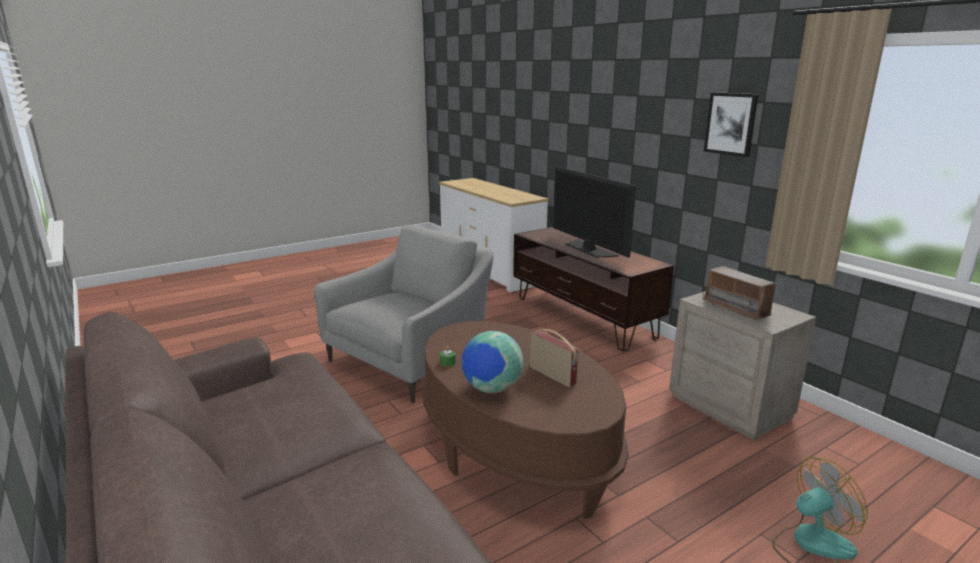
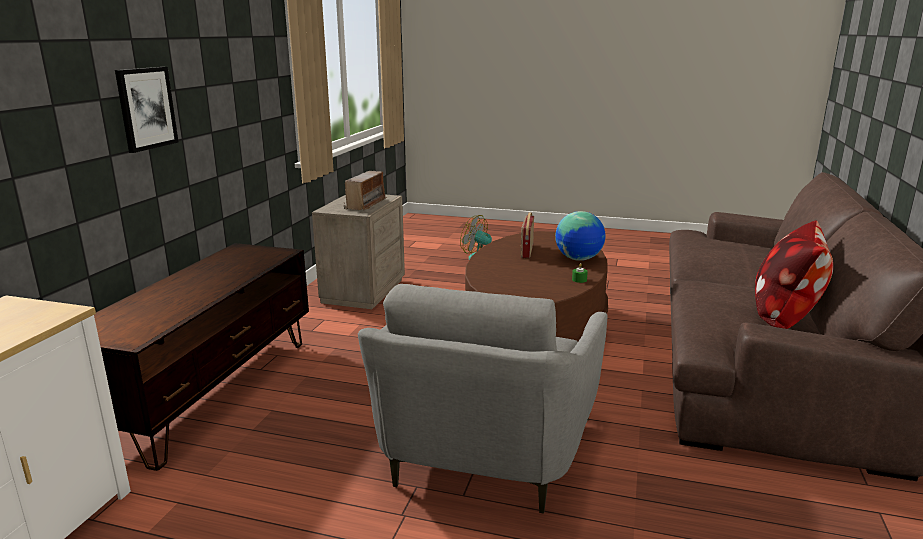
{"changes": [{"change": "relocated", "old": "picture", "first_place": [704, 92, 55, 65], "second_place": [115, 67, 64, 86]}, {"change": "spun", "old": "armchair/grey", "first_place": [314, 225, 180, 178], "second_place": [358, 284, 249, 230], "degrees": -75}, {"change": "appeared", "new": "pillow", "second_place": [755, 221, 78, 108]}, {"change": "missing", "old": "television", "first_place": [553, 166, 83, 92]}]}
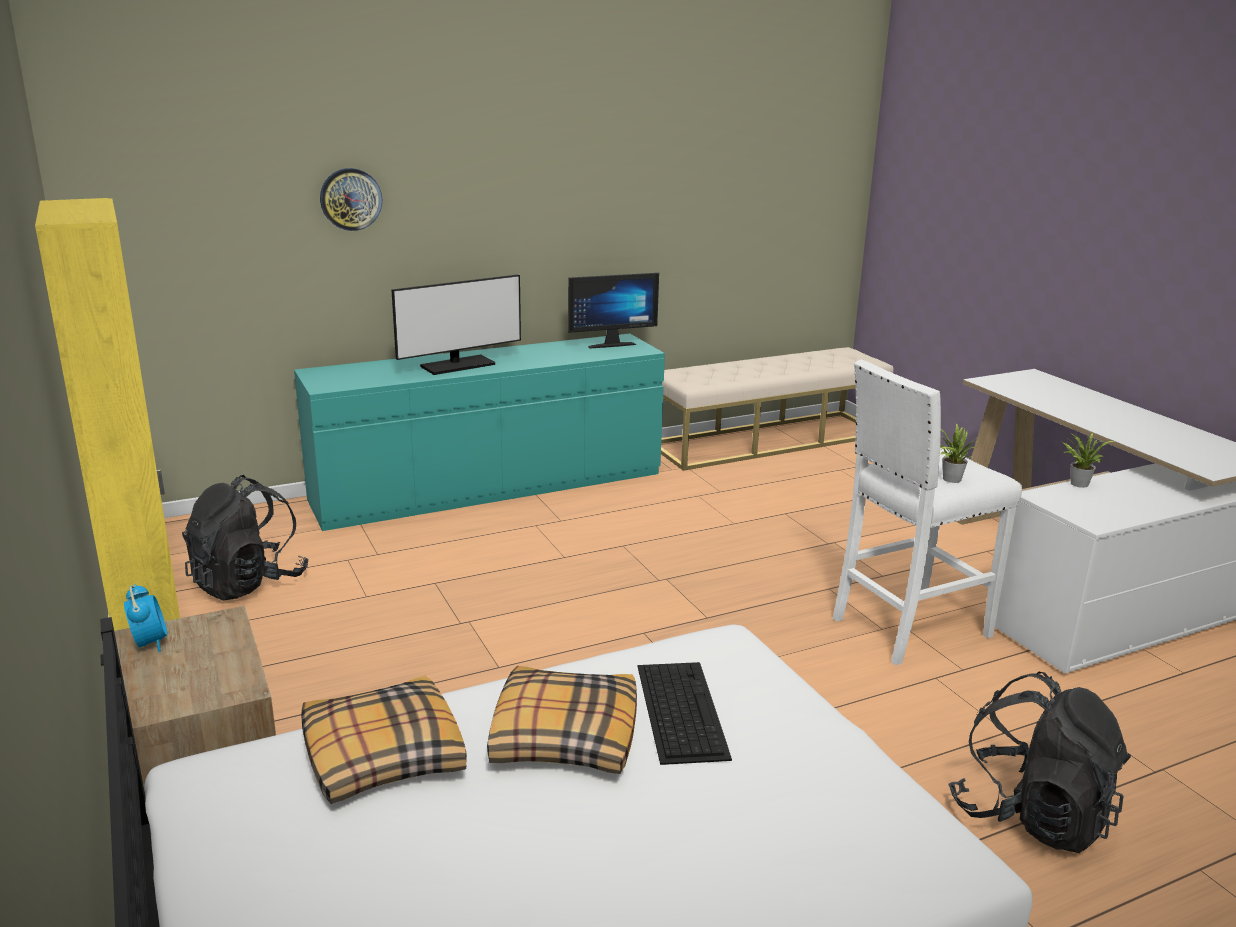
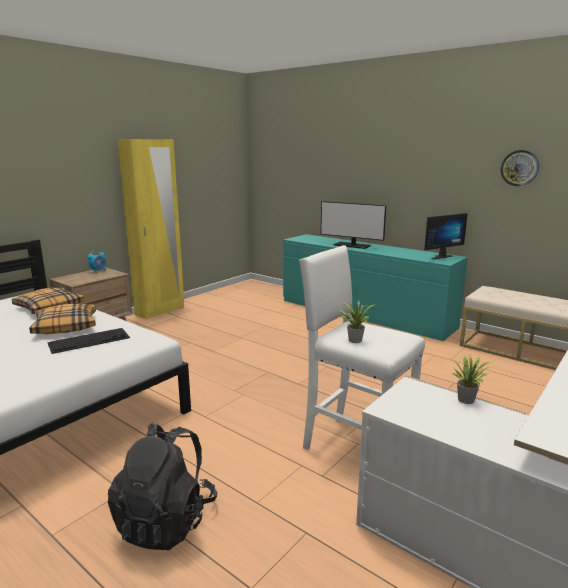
{"changes": [{"change": "spun", "old": "monitor", "first_place": [568, 273, 91, 75], "second_place": [424, 213, 44, 47], "degrees": -75}, {"change": "relocated", "old": "wall clock", "first_place": [320, 168, 62, 63], "second_place": [501, 150, 38, 36]}, {"change": "missing", "old": "backpack/black", "first_place": [182, 475, 126, 126]}]}
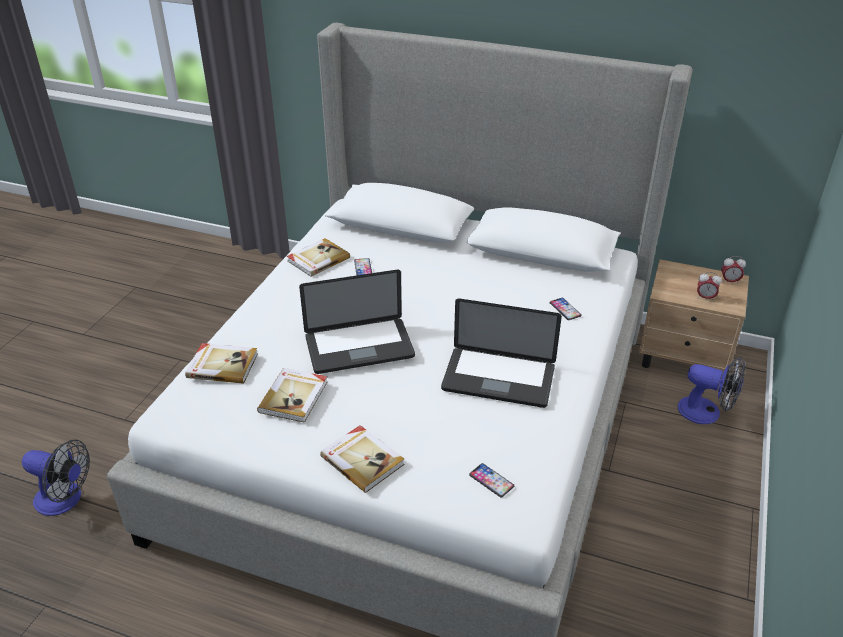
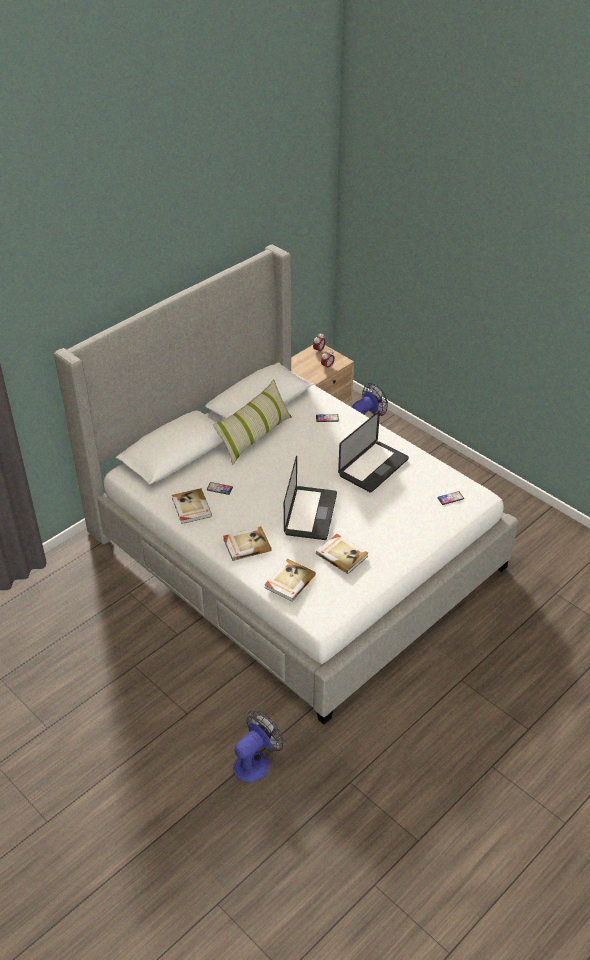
{"changes": [{"change": "appeared", "new": "pillow", "second_place": [213, 379, 79, 85]}, {"change": "relocated", "old": "book", "first_place": [320, 425, 85, 68], "second_place": [223, 526, 49, 35]}]}
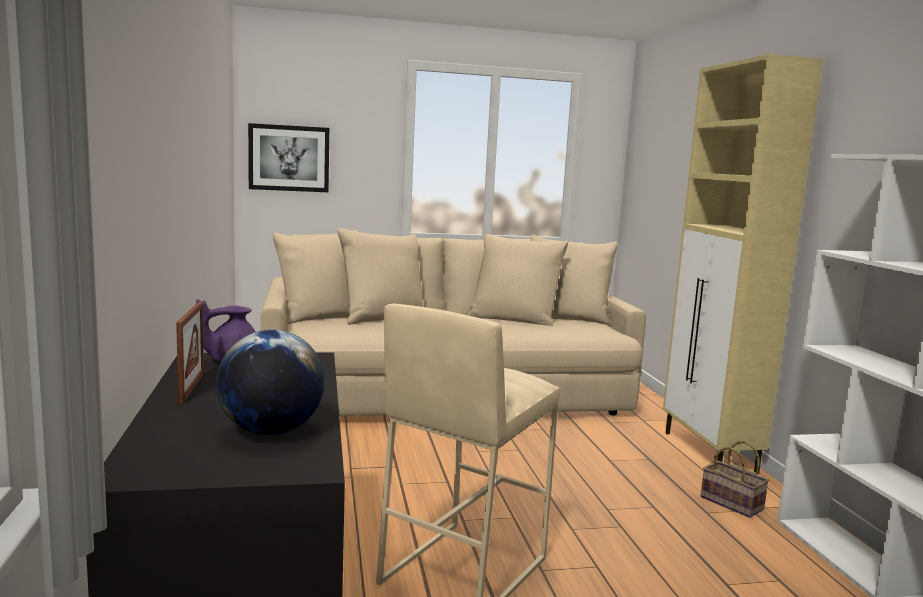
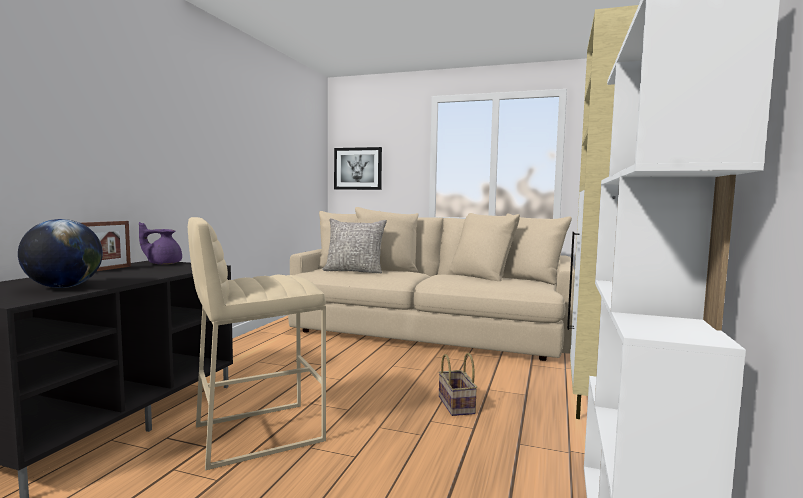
{"changes": [{"change": "appeared", "new": "pillow/grey", "second_place": [322, 218, 65, 55]}, {"change": "relocated", "old": "basket", "first_place": [701, 441, 68, 77], "second_place": [438, 353, 39, 63]}]}
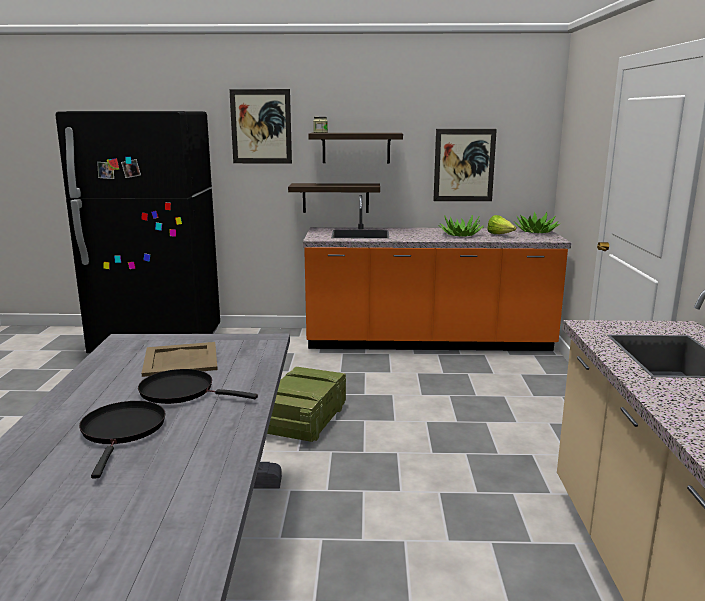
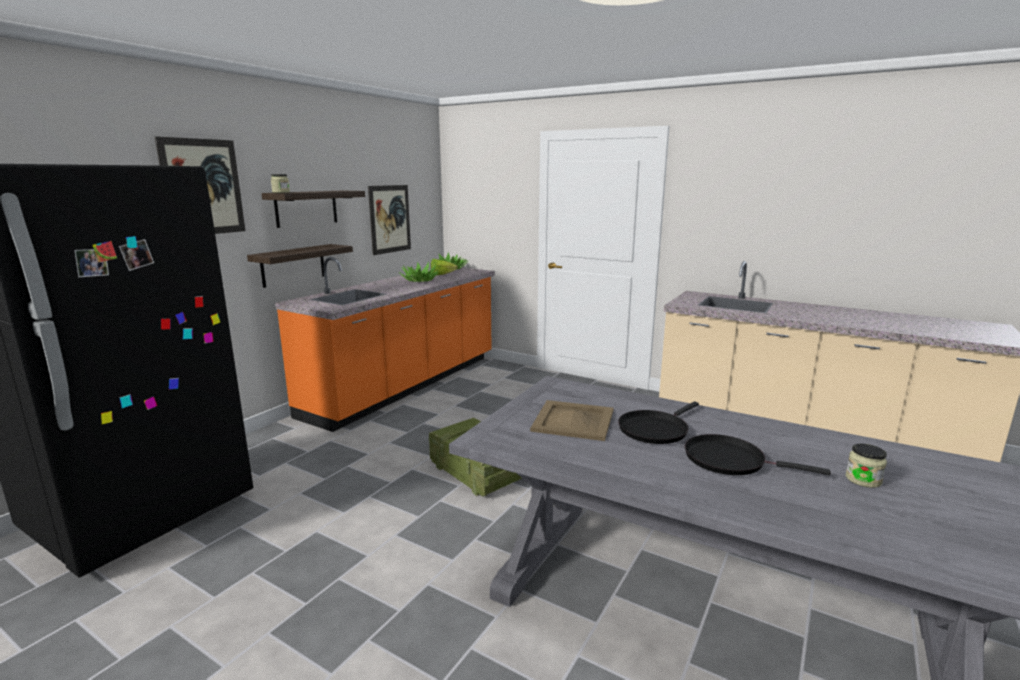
{"changes": [{"change": "appeared", "new": "jar", "second_place": [846, 444, 41, 44]}]}
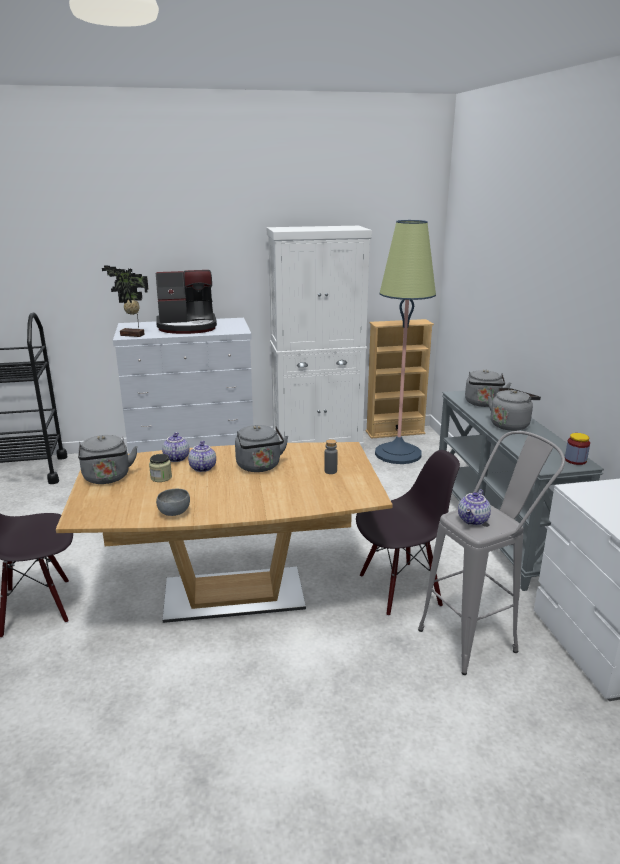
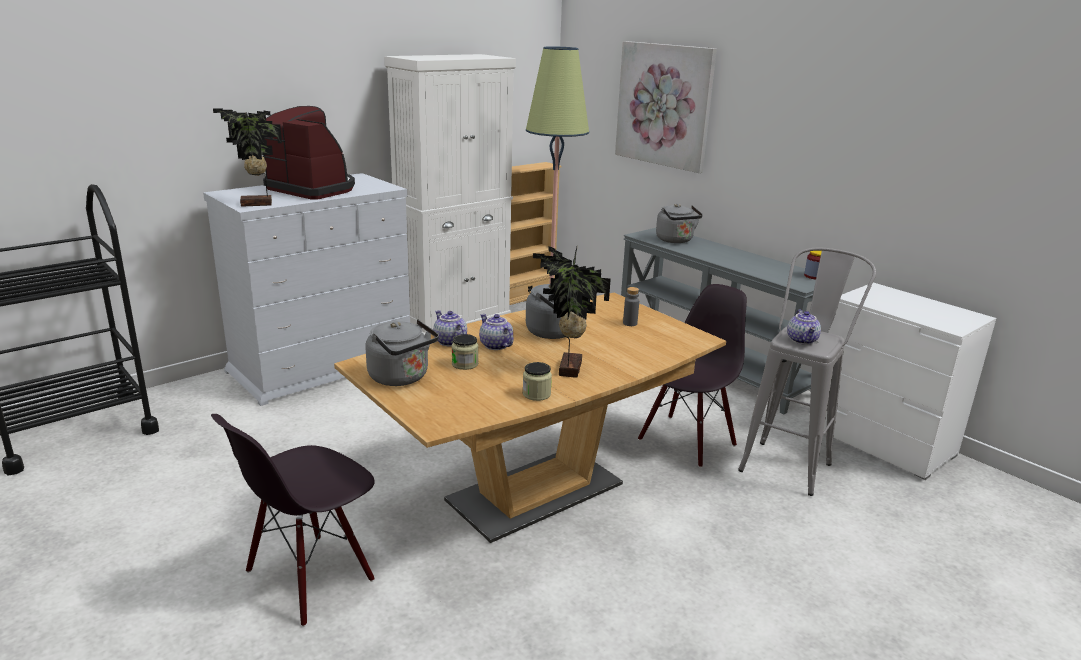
{"changes": [{"change": "spun", "old": "coffee machine", "first_place": [156, 270, 61, 64], "second_place": [263, 106, 92, 94], "degrees": -105}, {"change": "exchanged", "old": "bowl/grey", "new": "jar", "first_place": [156, 489, 34, 27], "second_place": [523, 362, 29, 39]}, {"change": "appeared", "new": "potted plant", "second_place": [533, 246, 78, 132]}, {"change": "appeared", "new": "picture", "second_place": [615, 41, 102, 132]}, {"change": "missing", "old": "kettle/grey", "first_place": [488, 388, 53, 43]}]}
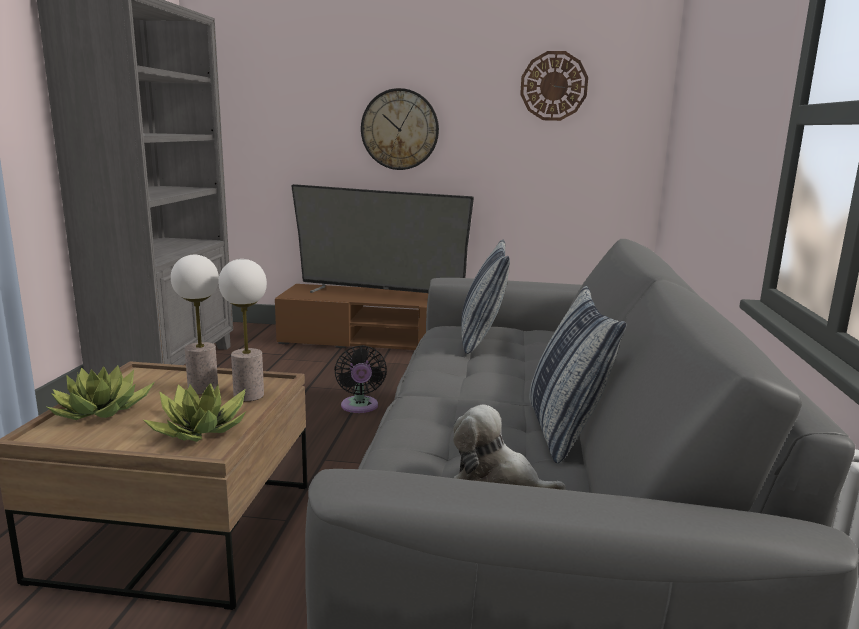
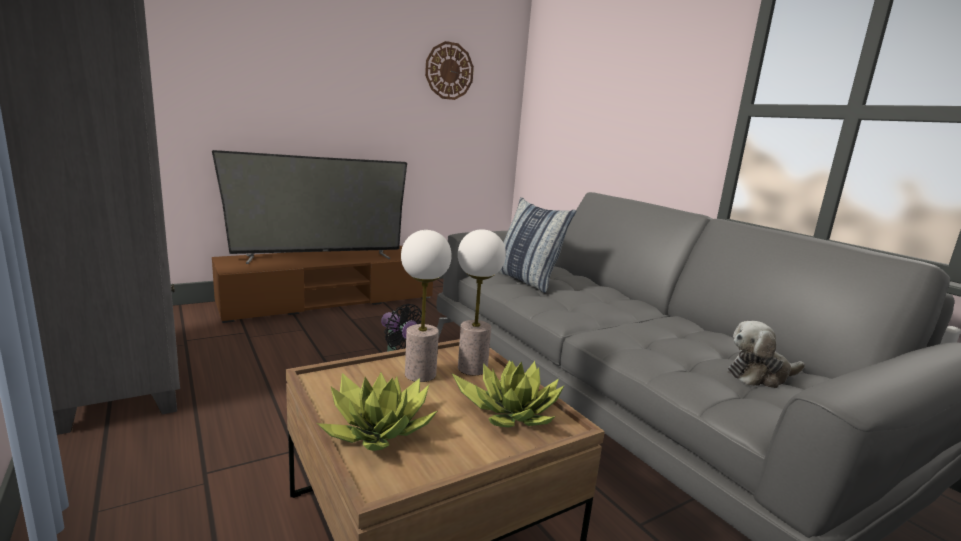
{"changes": [{"change": "missing", "old": "wall clock", "first_place": [361, 88, 78, 82]}, {"change": "missing", "old": "pillow", "first_place": [529, 286, 97, 178]}]}
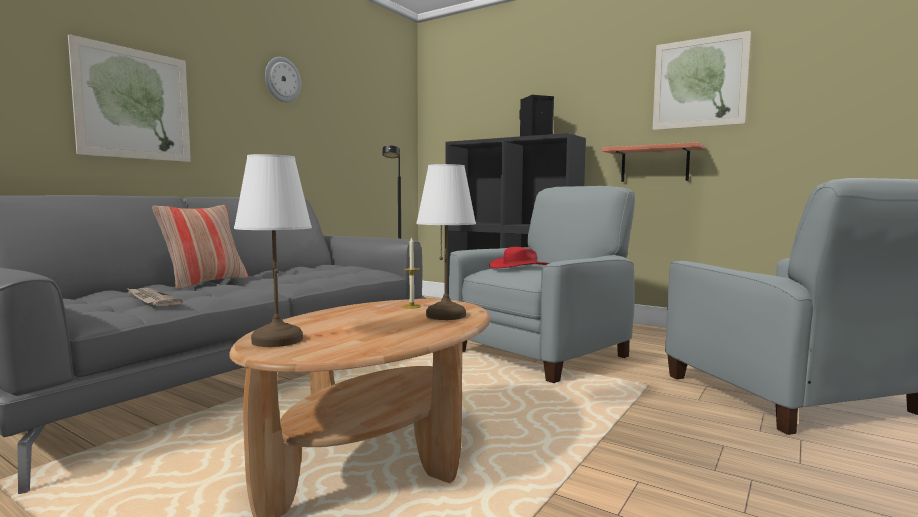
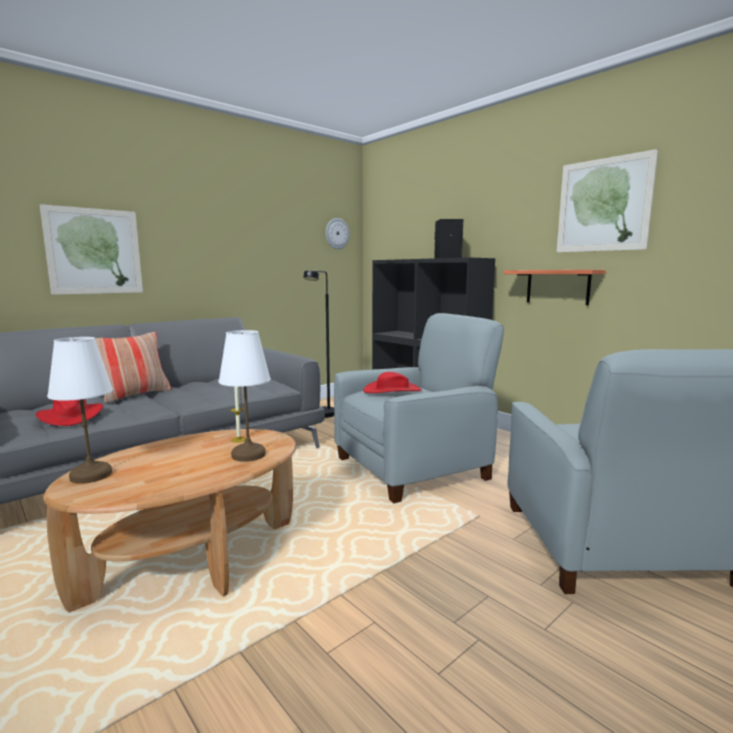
{"changes": [{"change": "exchanged", "old": "newspaper", "new": "hat/red", "first_place": [127, 288, 56, 18], "second_place": [36, 399, 67, 27]}, {"change": "relocated", "old": "wall clock", "first_place": [265, 57, 36, 45], "second_place": [326, 218, 24, 31]}]}
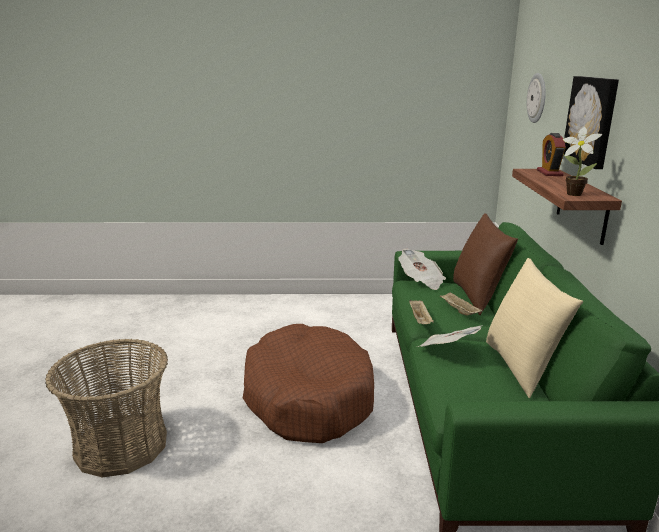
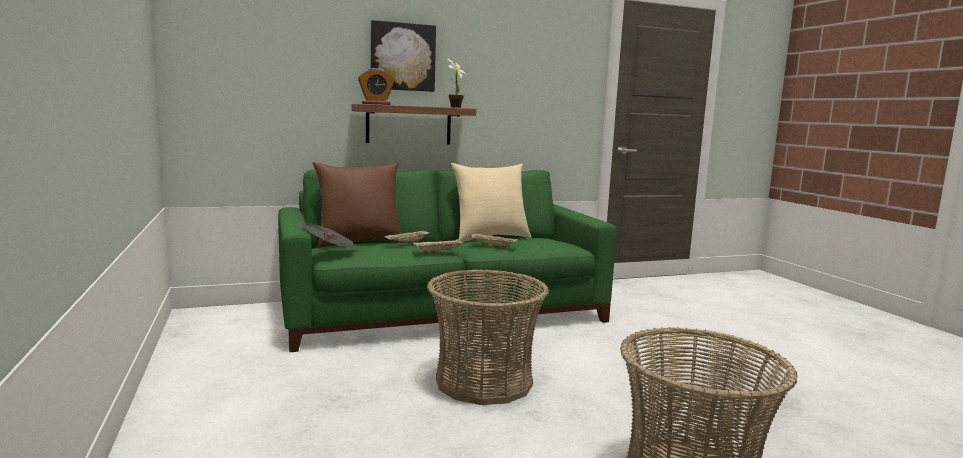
{"changes": [{"change": "exchanged", "old": "dog bed/brown", "new": "basket", "first_place": [243, 324, 131, 119], "second_place": [427, 269, 122, 136]}, {"change": "exchanged", "old": "newspaper", "new": "tray/beige", "first_place": [417, 325, 66, 22], "second_place": [469, 233, 49, 15]}, {"change": "missing", "old": "wall clock", "first_place": [527, 73, 19, 50]}]}
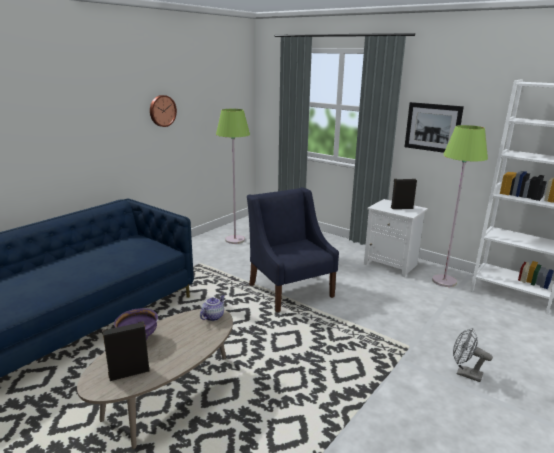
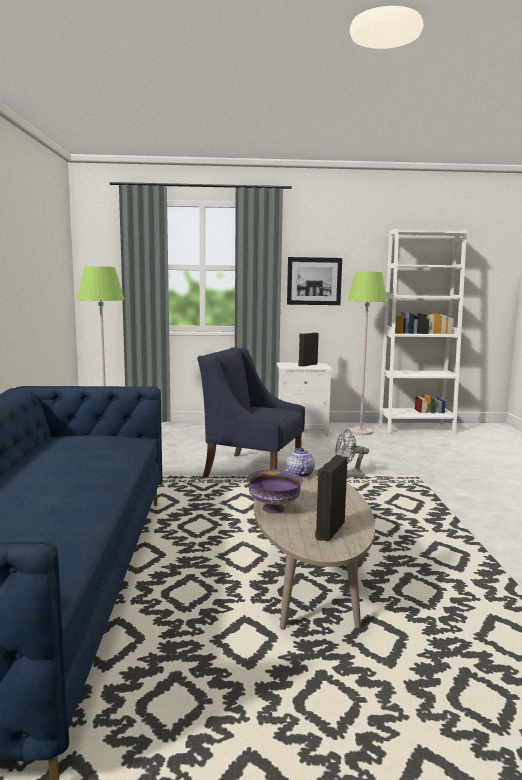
{"changes": [{"change": "relocated", "old": "fan/grey", "first_place": [453, 328, 40, 54], "second_place": [335, 430, 34, 47]}, {"change": "missing", "old": "wall clock", "first_place": [150, 95, 27, 32]}]}
